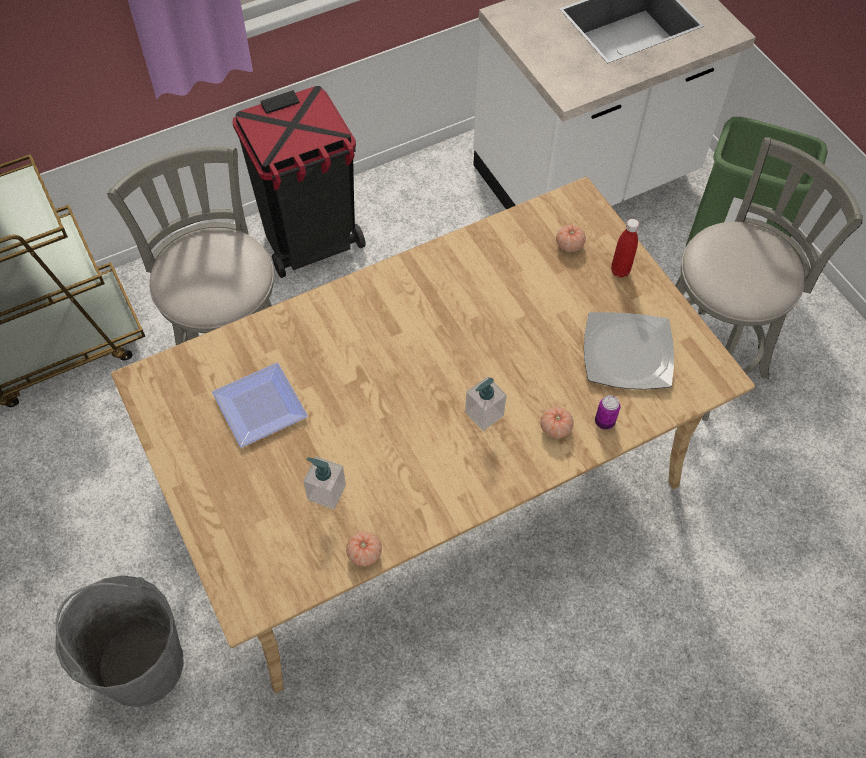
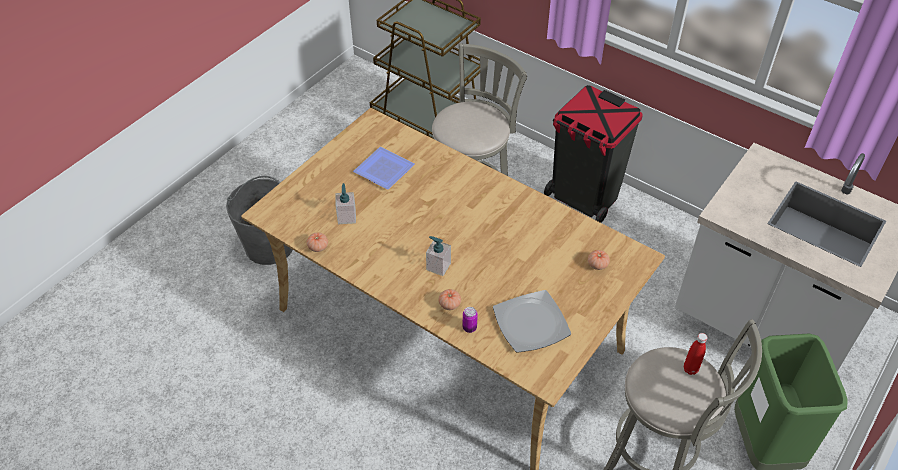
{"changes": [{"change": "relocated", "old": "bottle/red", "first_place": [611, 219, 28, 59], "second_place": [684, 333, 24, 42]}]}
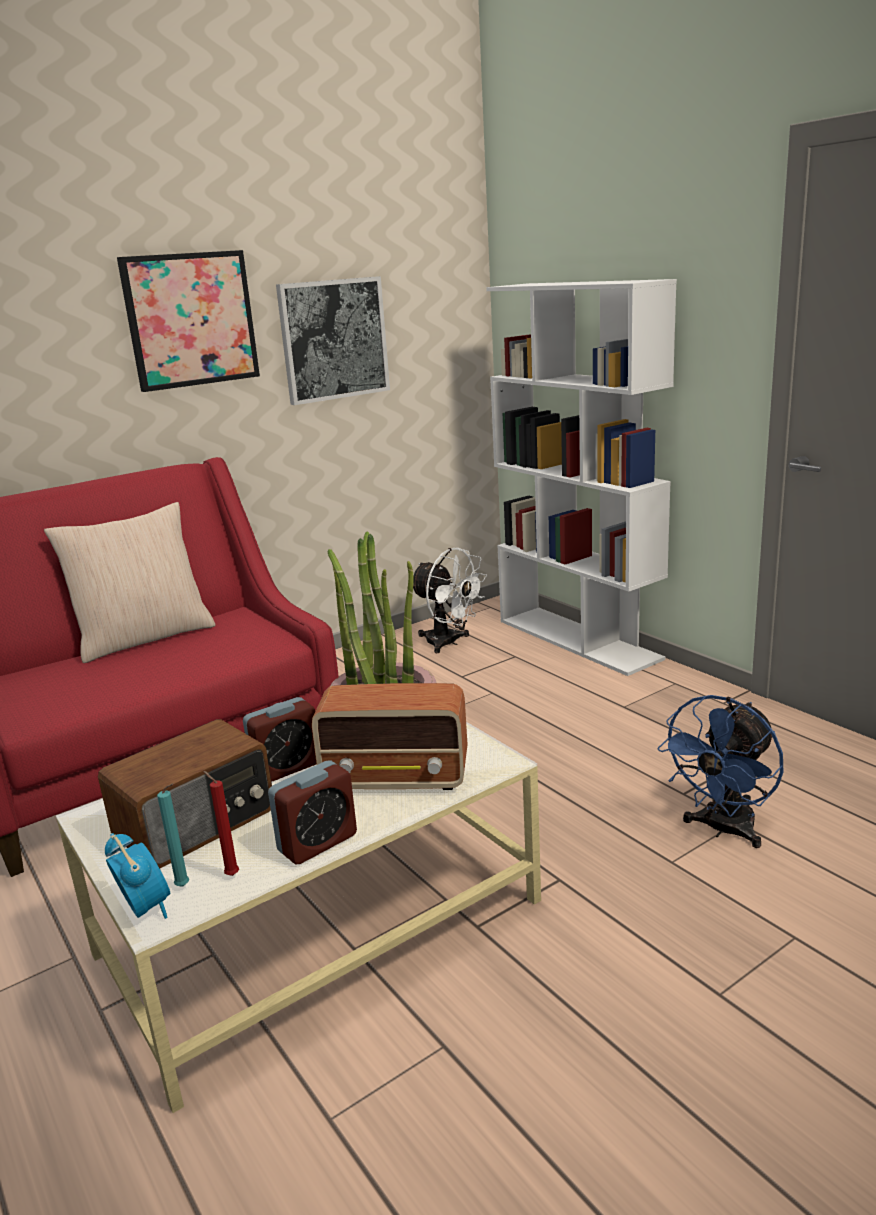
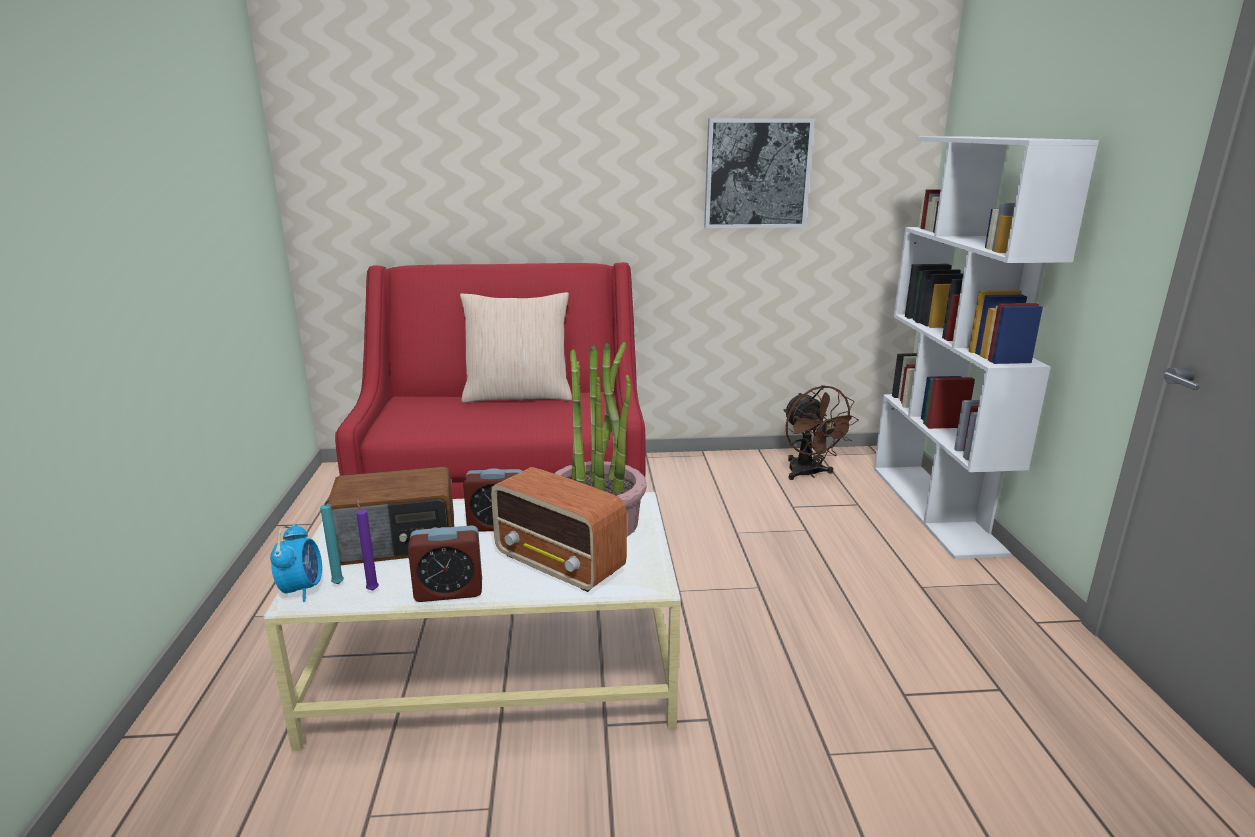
{"changes": [{"change": "colour", "old": "candle/red", "new": "candle/purple", "first_place": [203, 771, 36, 105], "second_place": [356, 499, 23, 92]}, {"change": "colour", "old": "fan/white", "new": "fan/brown", "first_place": [413, 548, 74, 105], "second_place": [784, 385, 75, 95]}, {"change": "missing", "old": "picture", "first_place": [117, 250, 143, 142]}, {"change": "missing", "old": "fan/blue", "first_place": [657, 695, 126, 153]}]}
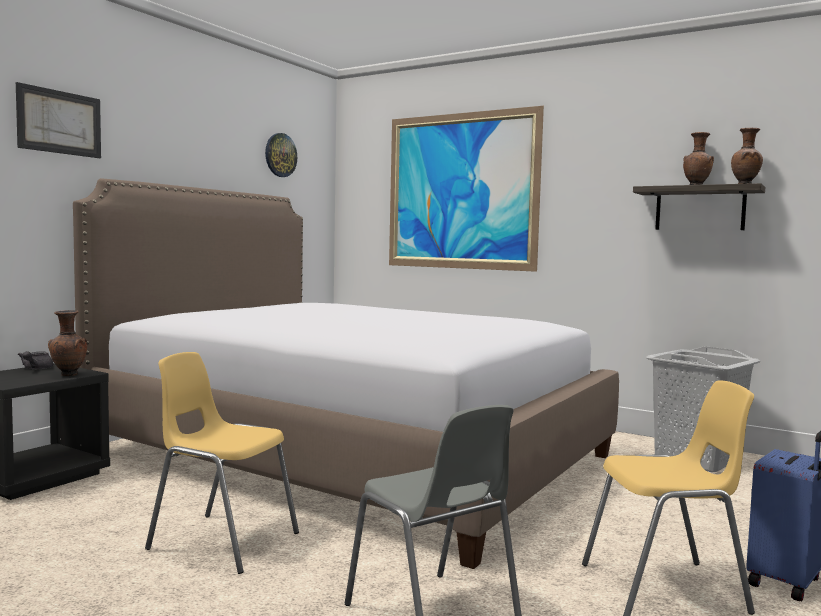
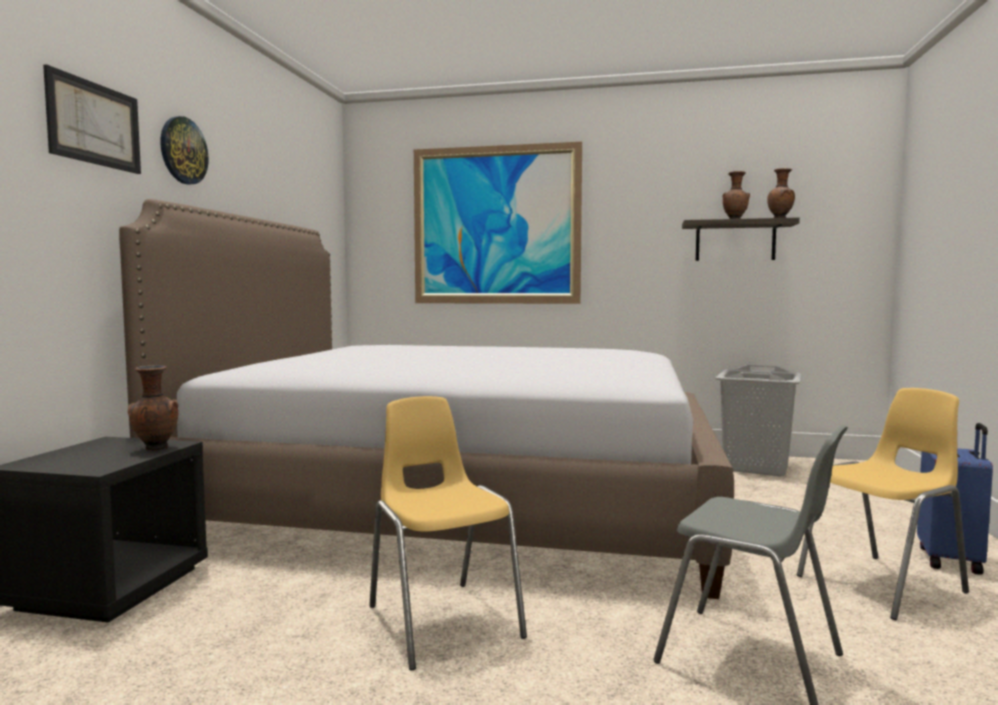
{"changes": [{"change": "relocated", "old": "wall clock", "first_place": [265, 133, 32, 44], "second_place": [160, 116, 49, 69]}, {"change": "spun", "old": "chair/yellow", "first_place": [145, 352, 154, 222], "second_place": [369, 396, 158, 275], "degrees": 60}, {"change": "missing", "old": "teapot/grey", "first_place": [18, 351, 36, 19]}]}
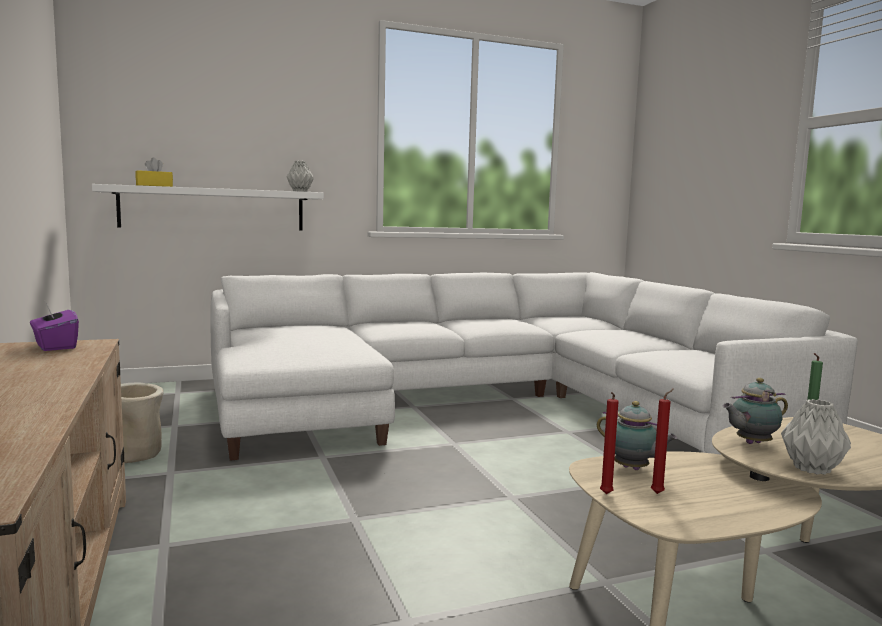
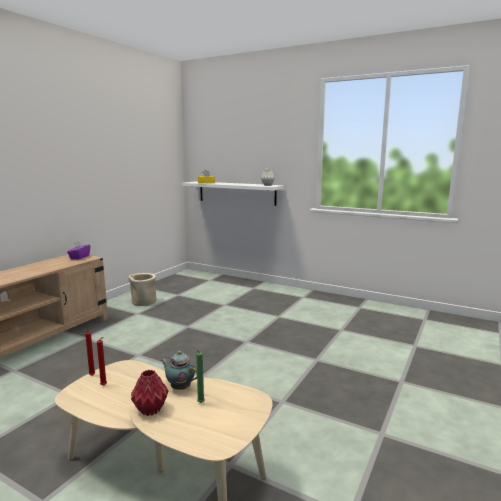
{"changes": [{"change": "colour", "old": "vase/grey", "new": "vase/red", "first_place": [781, 399, 70, 76], "second_place": [131, 370, 37, 46]}, {"change": "missing", "old": "sofa/white", "first_place": [210, 272, 648, 189]}, {"change": "missing", "old": "teapot", "first_place": [597, 401, 80, 69]}]}
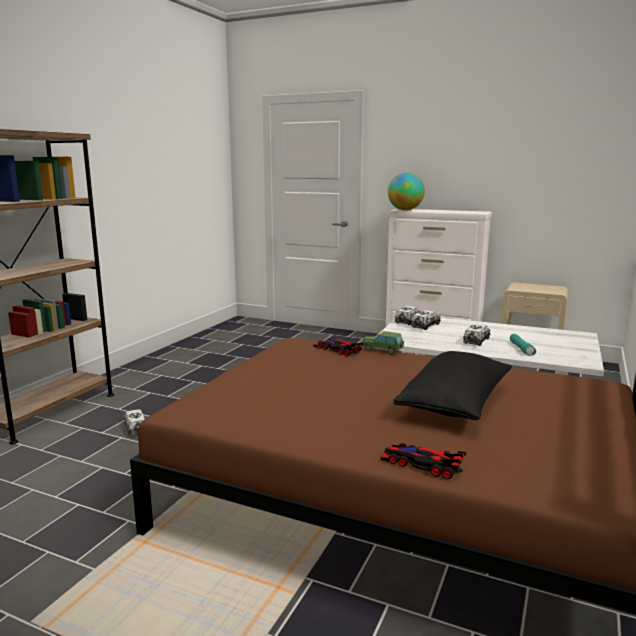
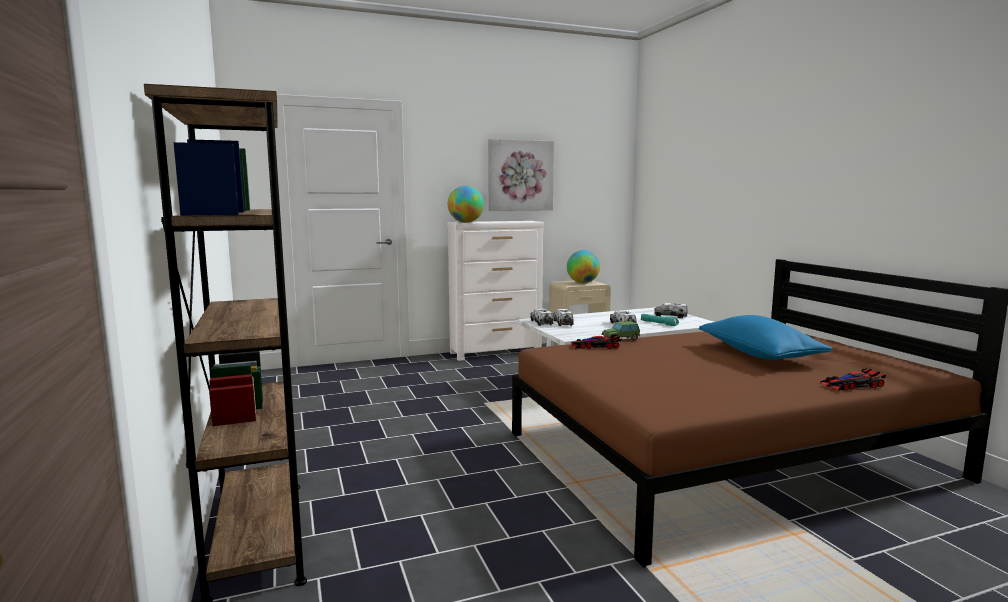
{"changes": [{"change": "appeared", "new": "picture", "second_place": [488, 139, 66, 72]}, {"change": "appeared", "new": "globe", "second_place": [567, 250, 33, 33]}, {"change": "relocated", "old": "toy truck", "first_place": [124, 409, 21, 27], "second_place": [654, 303, 34, 15]}, {"change": "colour", "old": "pillow/black", "new": "pillow/blue", "first_place": [393, 351, 119, 69], "second_place": [699, 315, 133, 45]}]}
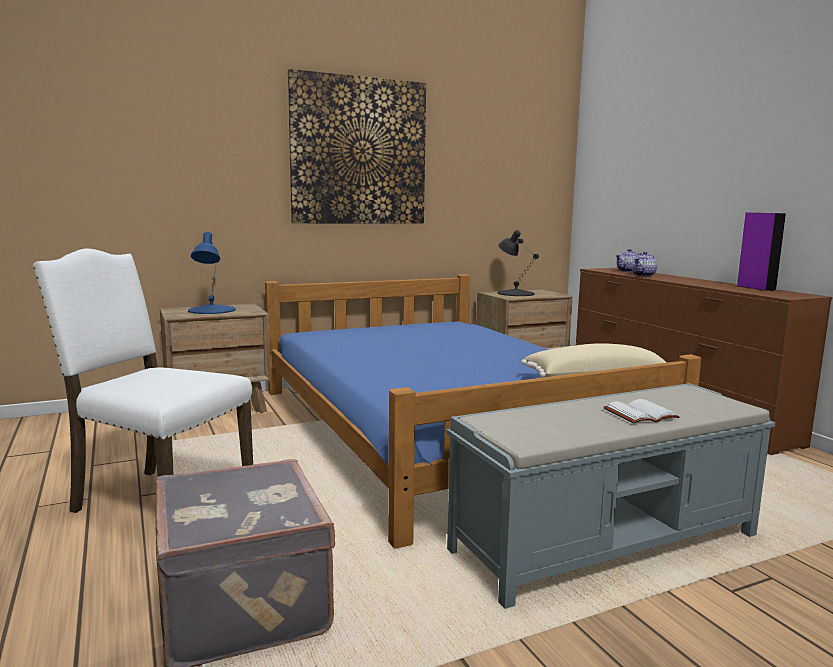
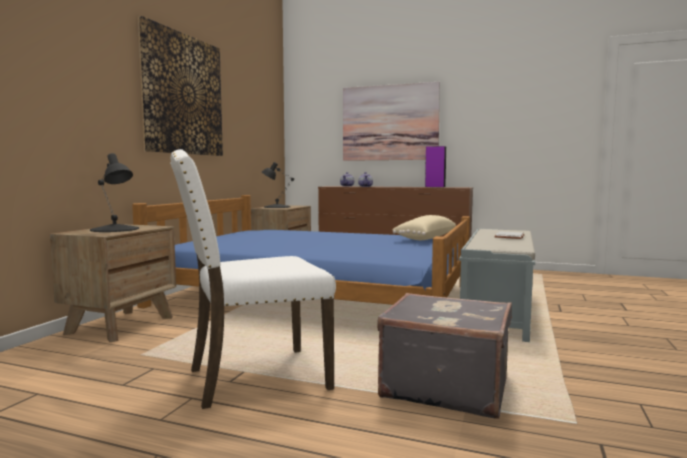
{"changes": [{"change": "colour", "old": "table lamp/blue", "new": "table lamp/black", "first_place": [188, 232, 48, 82], "second_place": [90, 153, 49, 79]}, {"change": "appeared", "new": "picture", "second_place": [343, 82, 97, 79]}]}
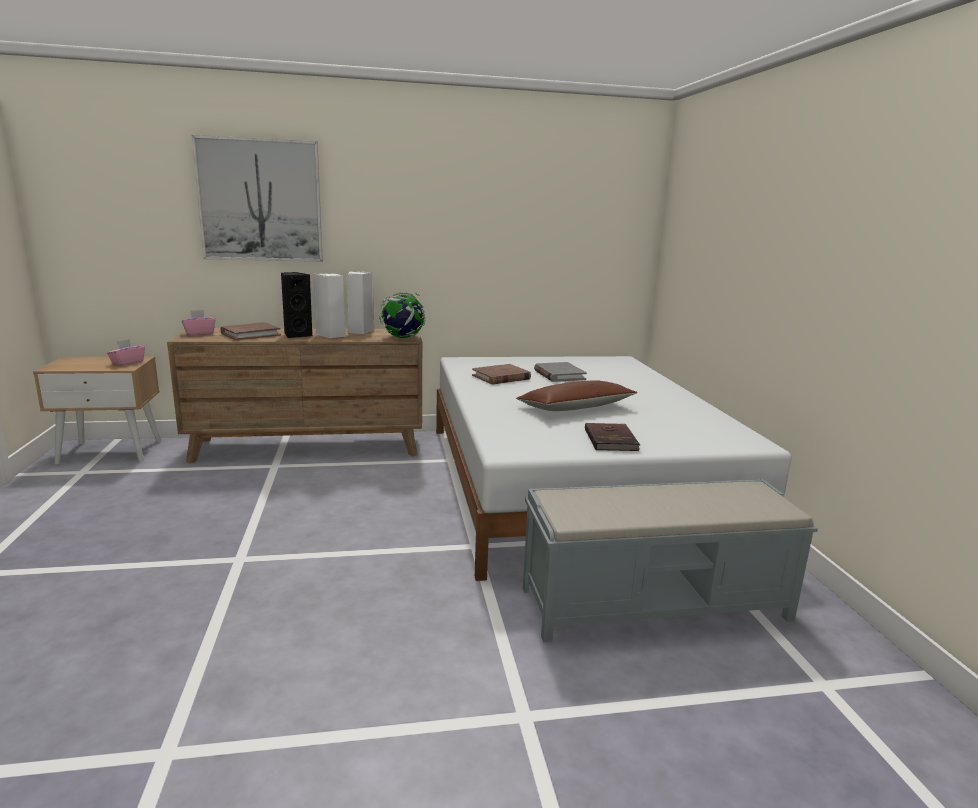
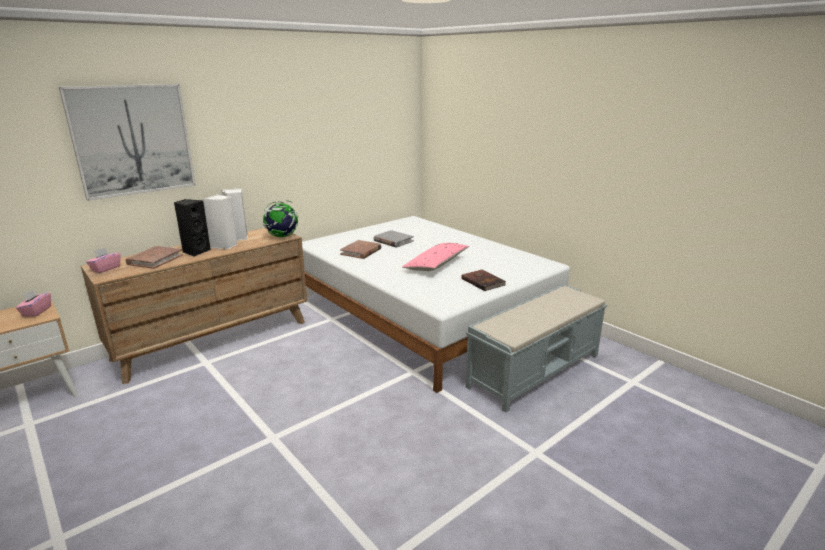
{"changes": [{"change": "colour", "old": "pillow/brown", "new": "pillow/pink", "first_place": [516, 380, 121, 31], "second_place": [402, 243, 67, 28]}]}
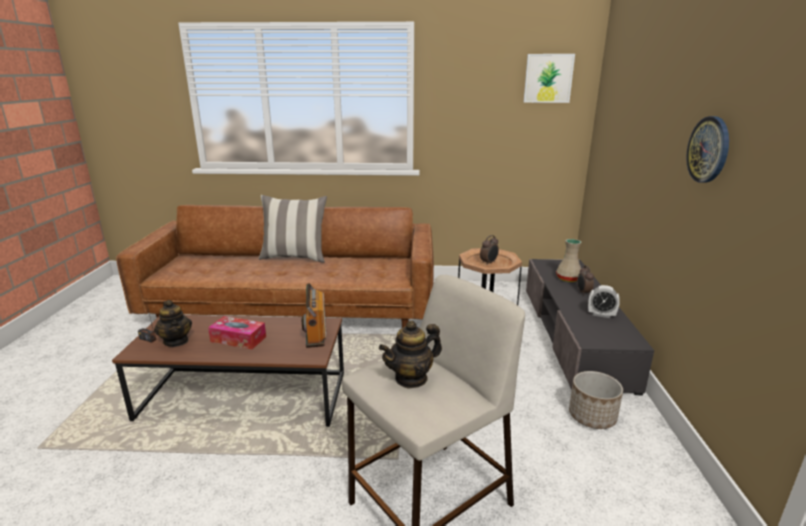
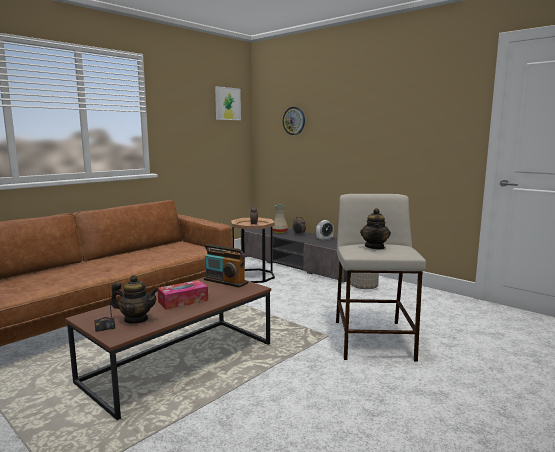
{"changes": [{"change": "relocated", "old": "wall clock", "first_place": [686, 116, 43, 66], "second_place": [283, 107, 22, 28]}, {"change": "missing", "old": "pillow", "first_place": [259, 195, 68, 68]}]}
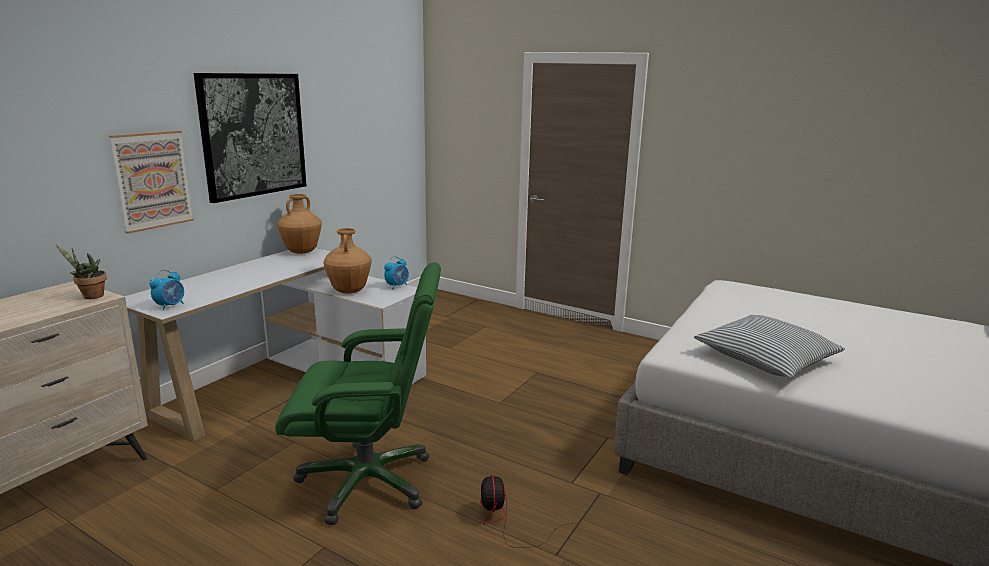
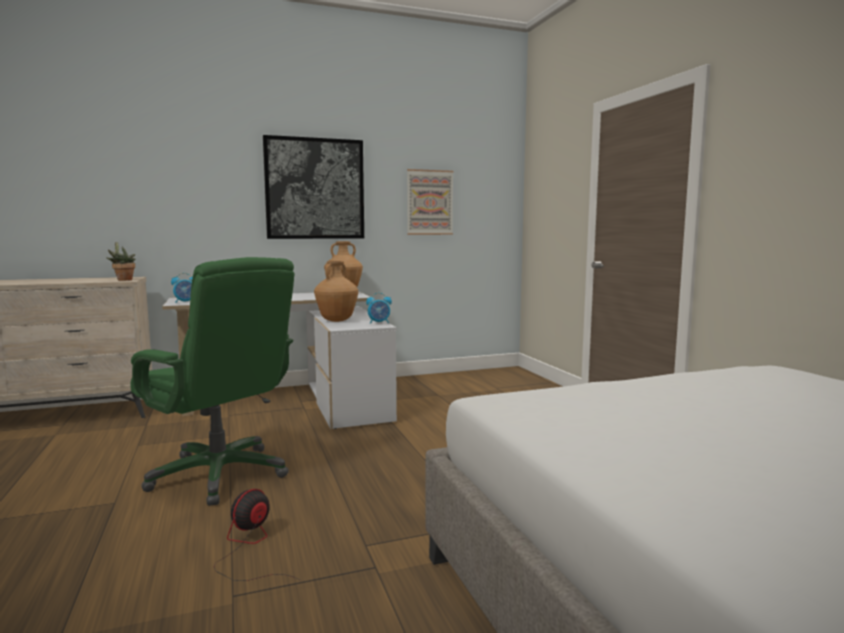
{"changes": [{"change": "relocated", "old": "picture", "first_place": [109, 130, 85, 104], "second_place": [407, 169, 46, 66]}, {"change": "missing", "old": "pillow", "first_place": [694, 315, 151, 63]}]}
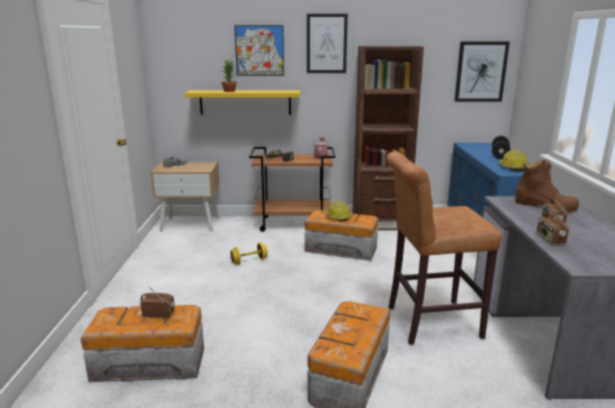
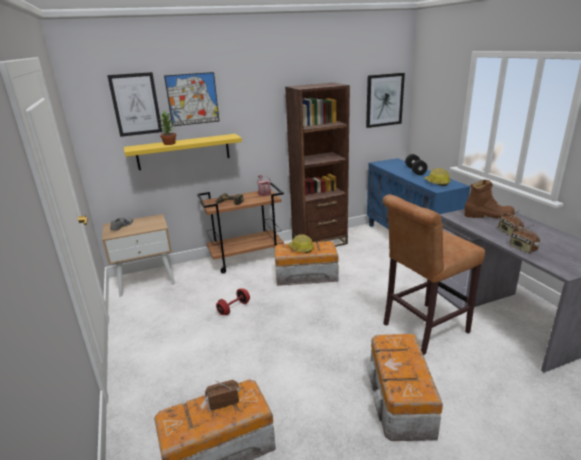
{"changes": [{"change": "relocated", "old": "picture", "first_place": [307, 14, 41, 59], "second_place": [107, 72, 55, 65]}, {"change": "colour", "old": "dumbbell/yellow", "new": "dumbbell/red", "first_place": [230, 243, 38, 22], "second_place": [216, 289, 34, 26]}]}
